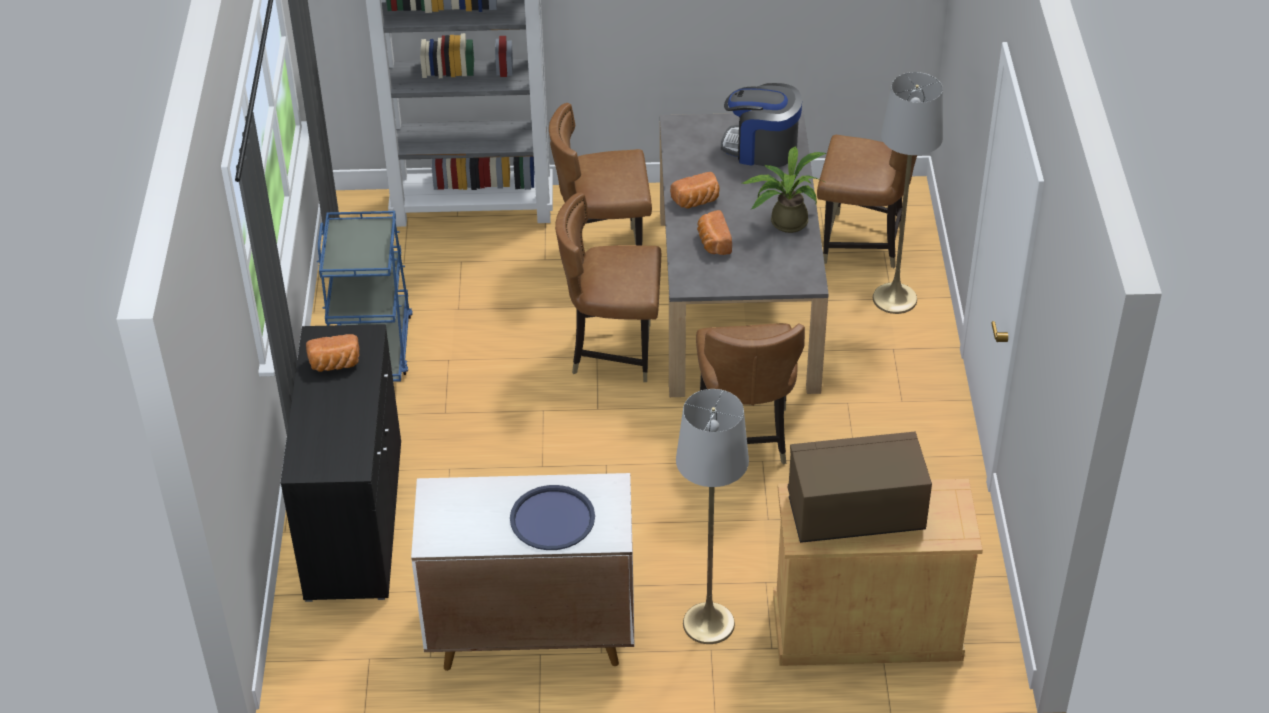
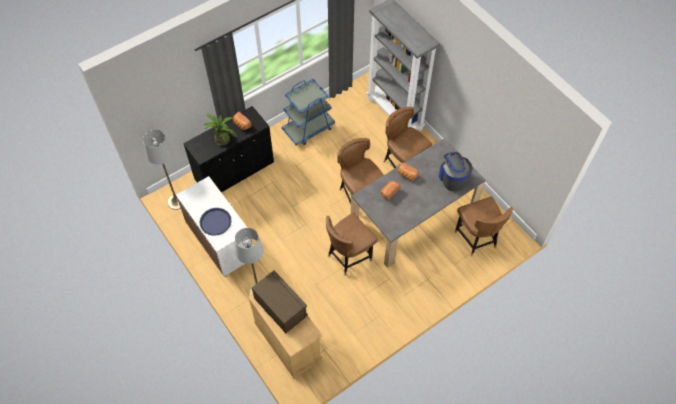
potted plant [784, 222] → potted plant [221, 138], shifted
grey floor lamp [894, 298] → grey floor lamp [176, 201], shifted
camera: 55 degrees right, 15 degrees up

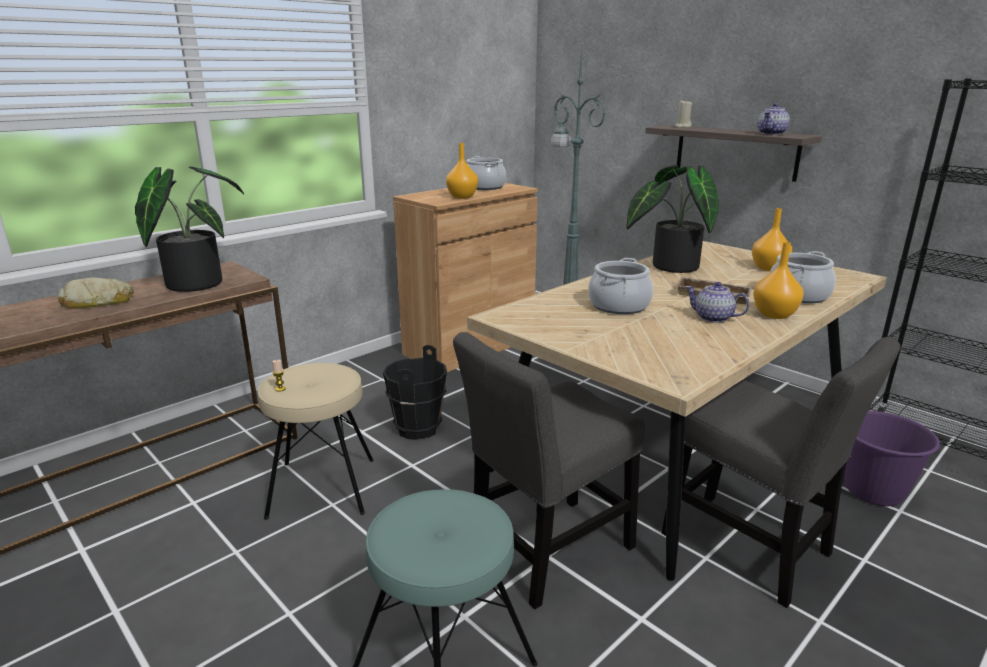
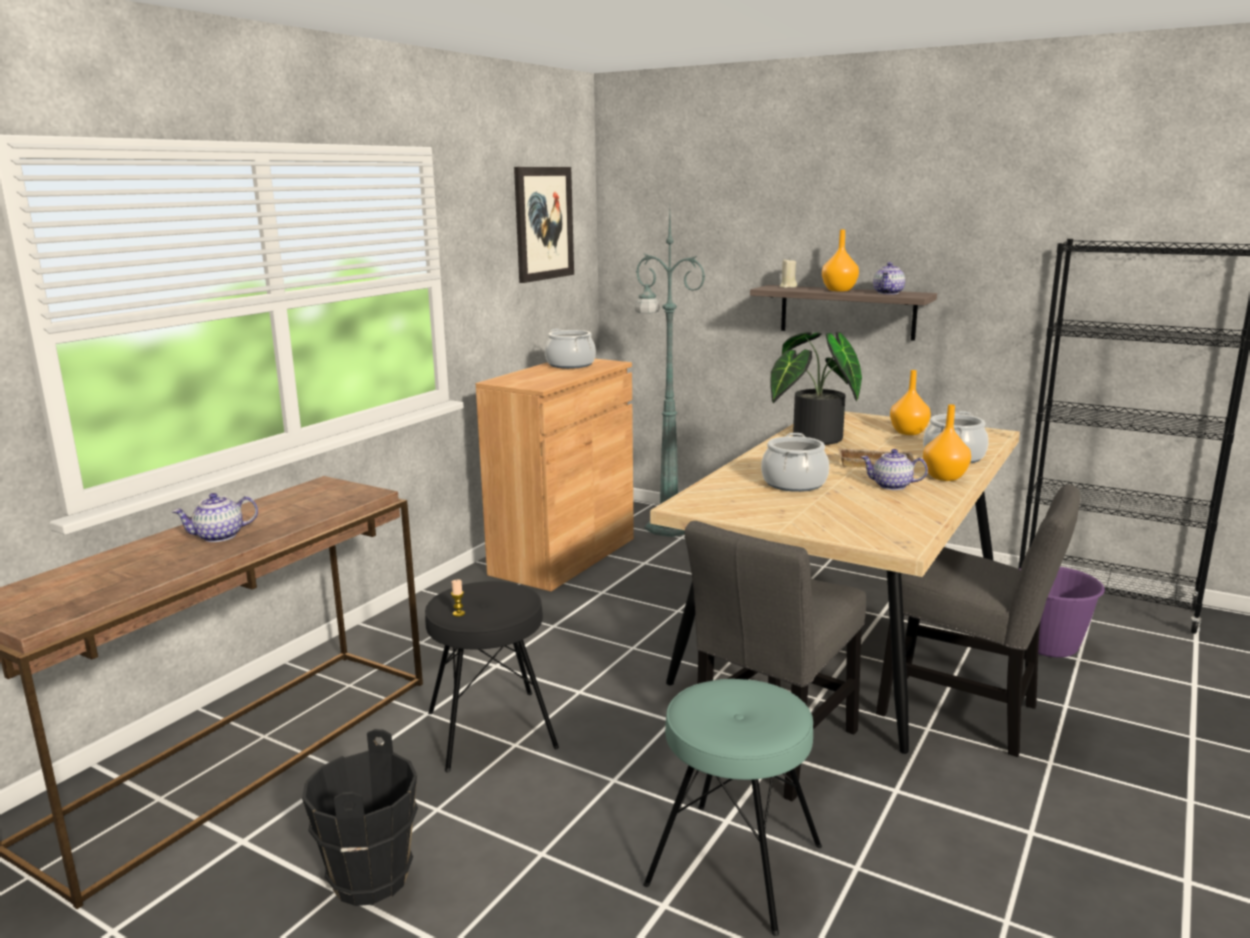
potted plant [194, 282] → -
- → picture [543, 223]
black bucket [417, 428] → black bucket [369, 879], shifted
orange vase [461, 197] → orange vase [838, 290], shifted
bread [97, 302] → teapot [219, 536]
beige stool [322, 487] → black stool [491, 730]
camera: 15 degrees left, 5 degrees down

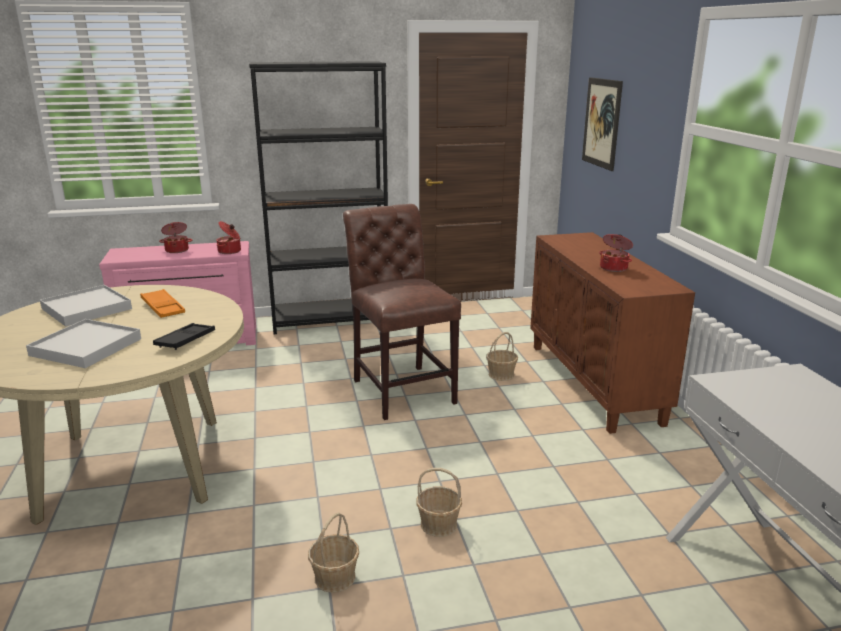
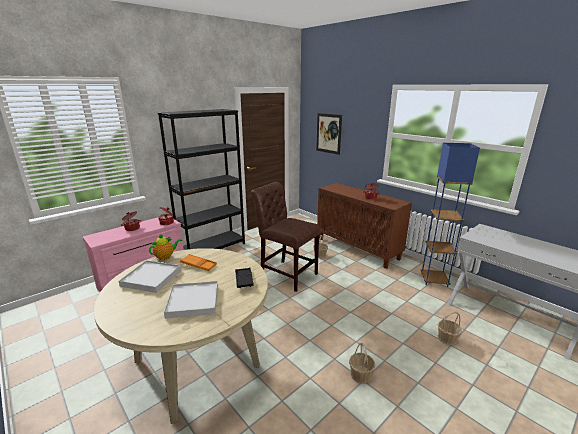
- → teapot [166, 257]
- → blue floor lamp [434, 280]
basket [439, 524] → basket [447, 338], shifted
camera: 30 degrees left, 0 degrees up

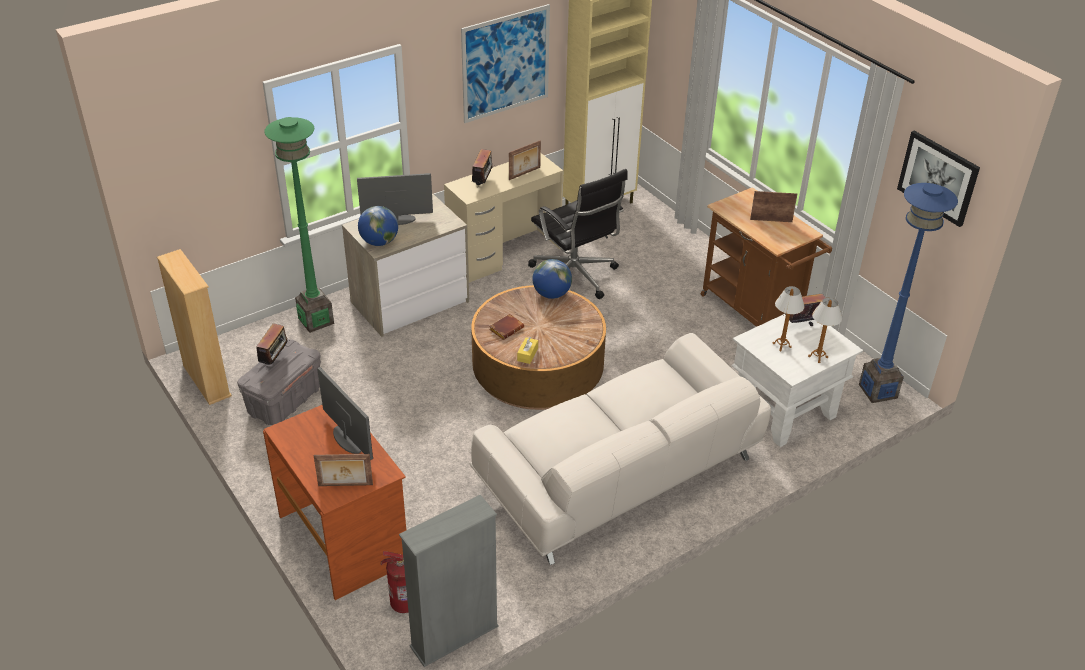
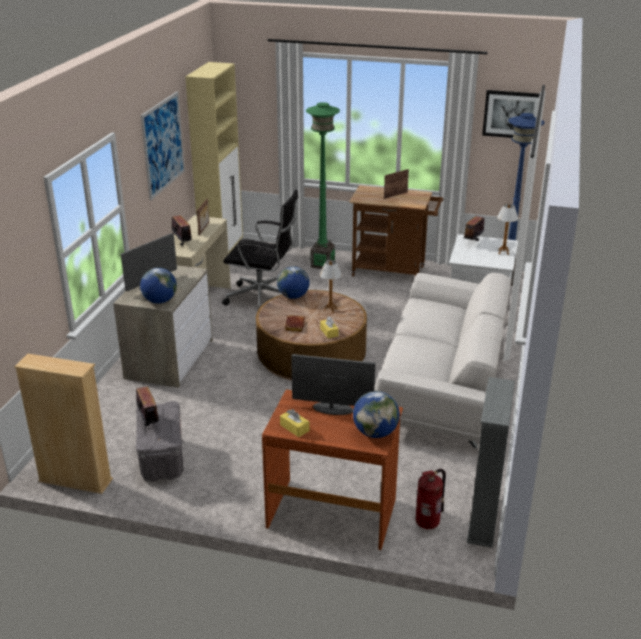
- → yellow tissue box [294, 428]
green floor lamp [316, 321] → green floor lamp [322, 264], shifted
table lamp [781, 345] → table lamp [330, 310], shifted
picture frame [345, 486] → globe [375, 433]
camera: 40 degrees left, 10 degrees down

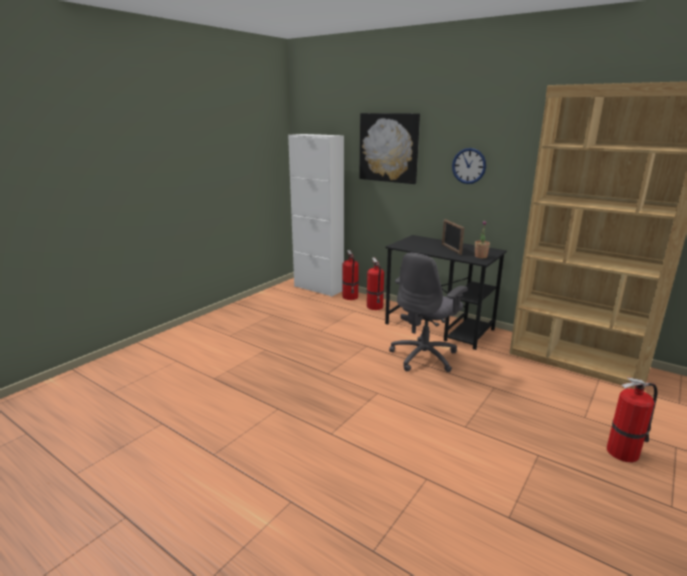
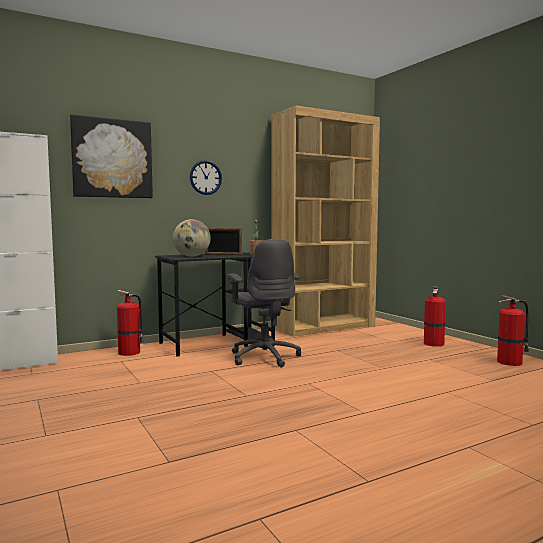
- → globe [192, 256]
fire extinguisher [350, 297] → fire extinguisher [511, 362], shifted
camera: 65 degrees left, 15 degrees down

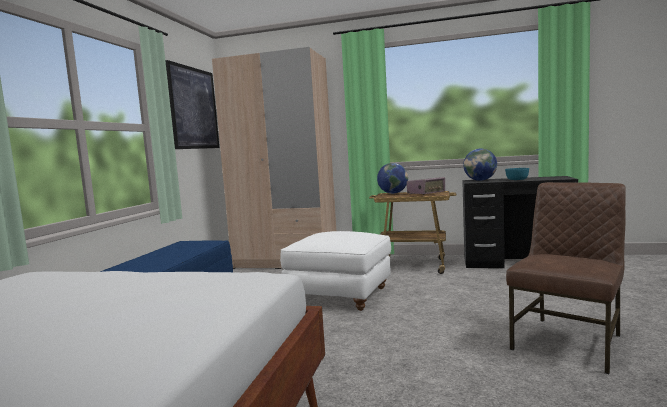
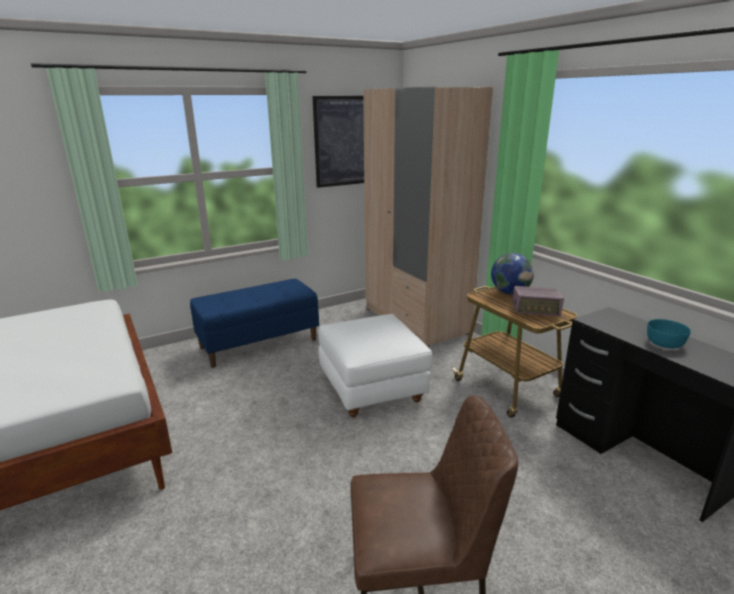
globe [480, 180] → -
camera: 45 degrees right, 15 degrees up

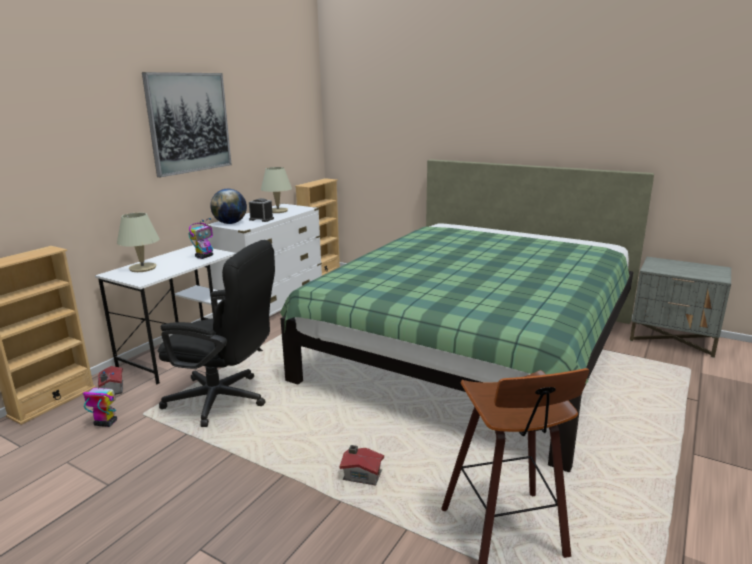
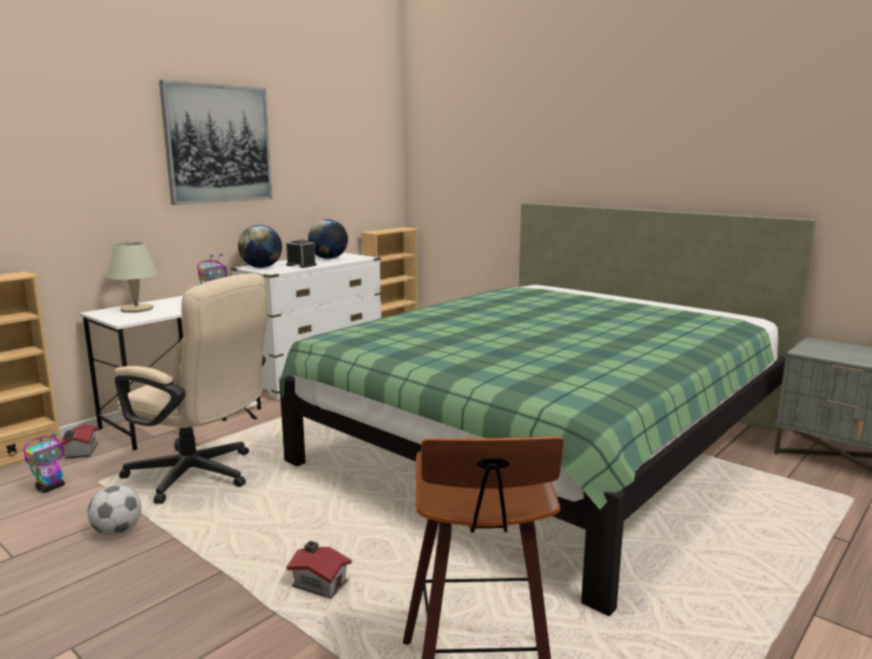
- → football [117, 531]
beige table lamp [278, 211] → globe [329, 258]
black office chair [225, 400] → beige office chair [201, 476]
toy robot [105, 423] → toy robot [51, 487], 105 degrees clockwise
camera: 10 degrees right, 5 degrees down

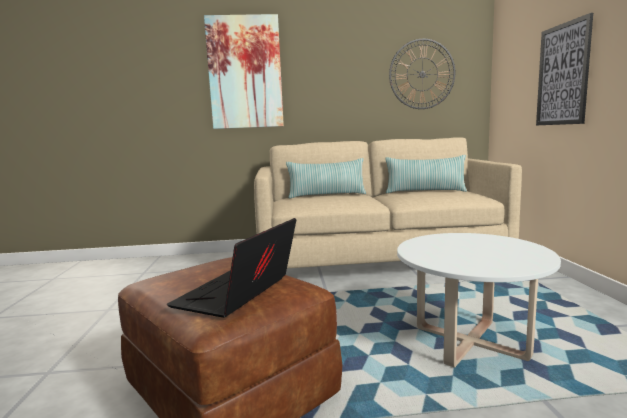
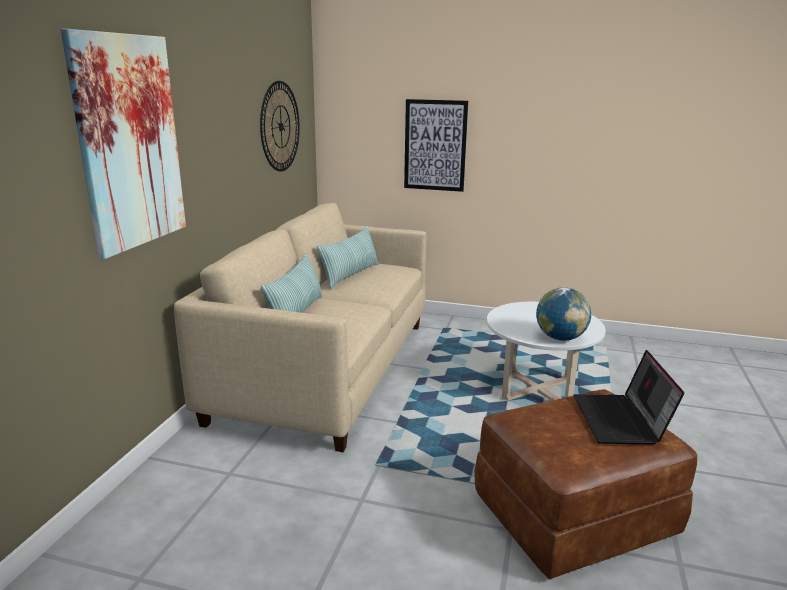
- → globe [560, 338]
laptop [237, 294] → laptop [621, 421], 45 degrees clockwise
camera: 70 degrees left, 10 degrees up

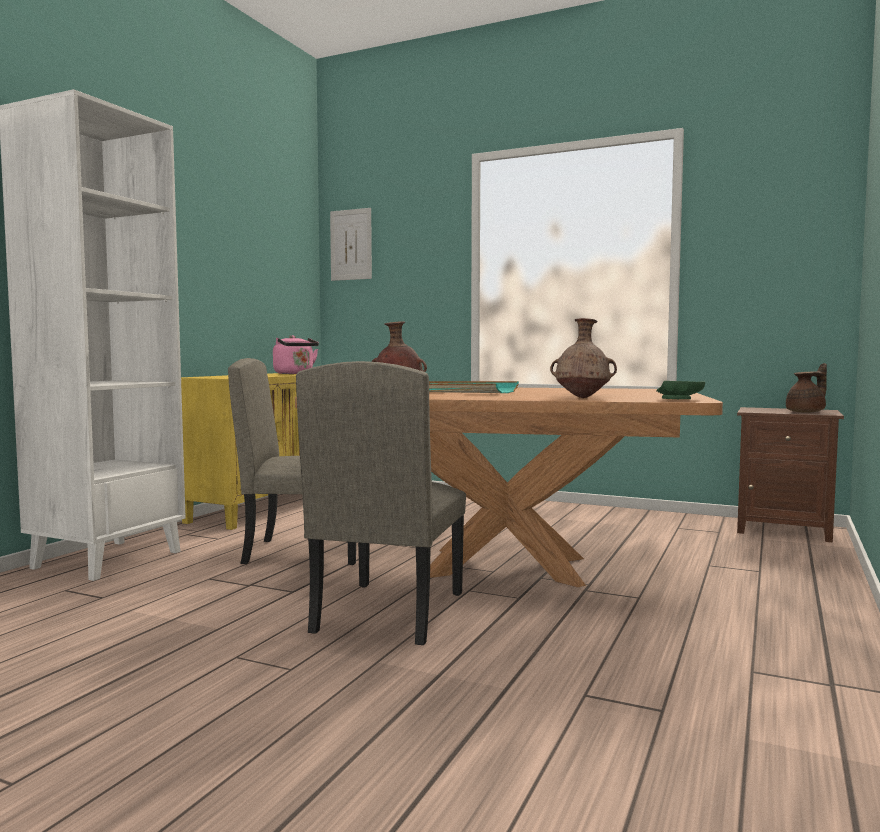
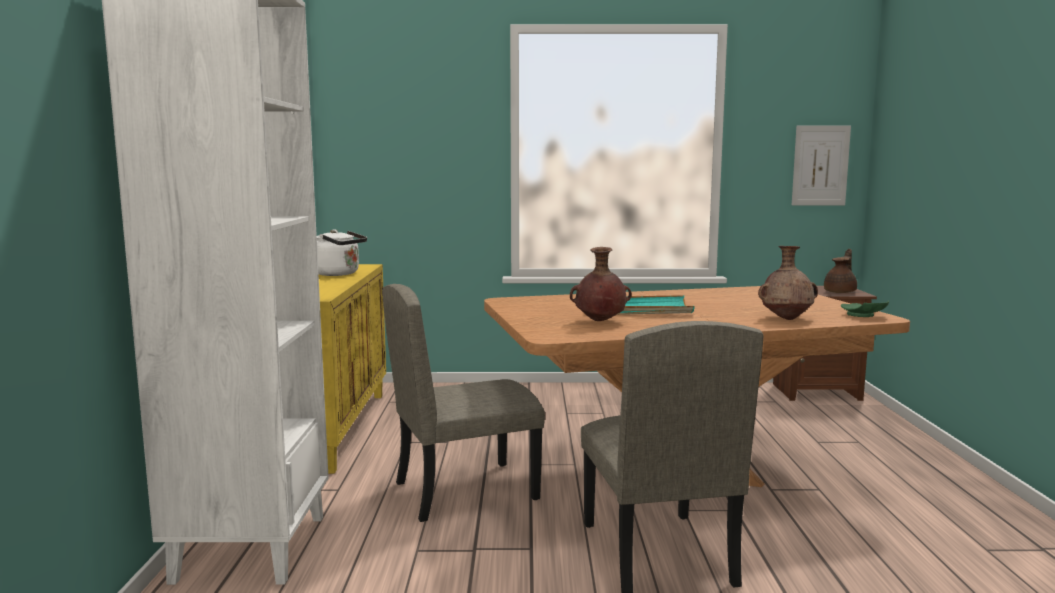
picture [351, 244] → picture [820, 165], shifted
pink kettle [295, 373] → white kettle [339, 274]
camera: 25 degrees left, 5 degrees up

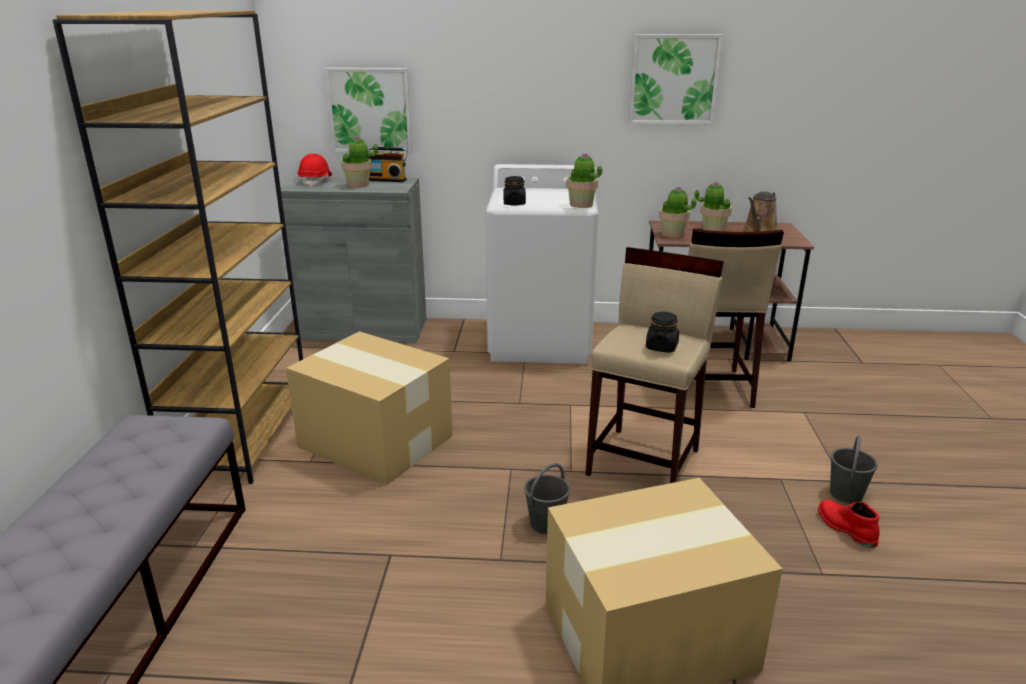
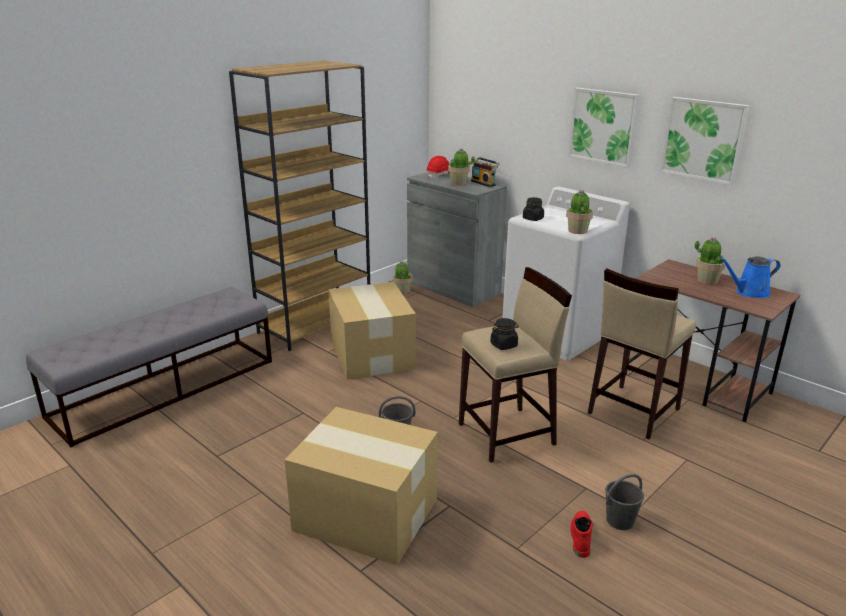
picture [370, 110] → picture [603, 126], shifted
potted plant [672, 234] → potted plant [402, 291], shifted
brown watering can [759, 231] → blue watering can [749, 292]
camera: 40 degrees right, 0 degrees up

